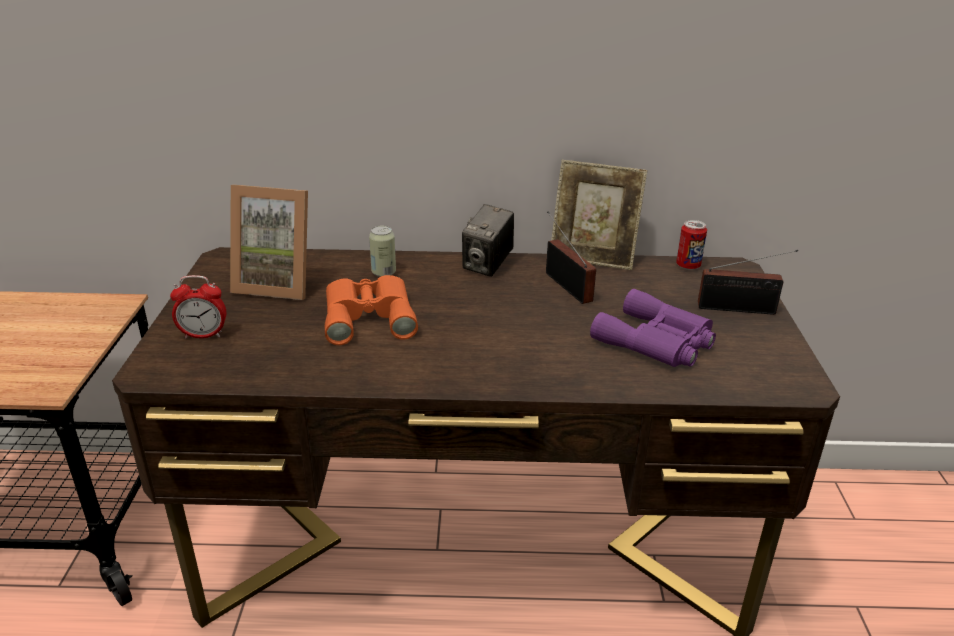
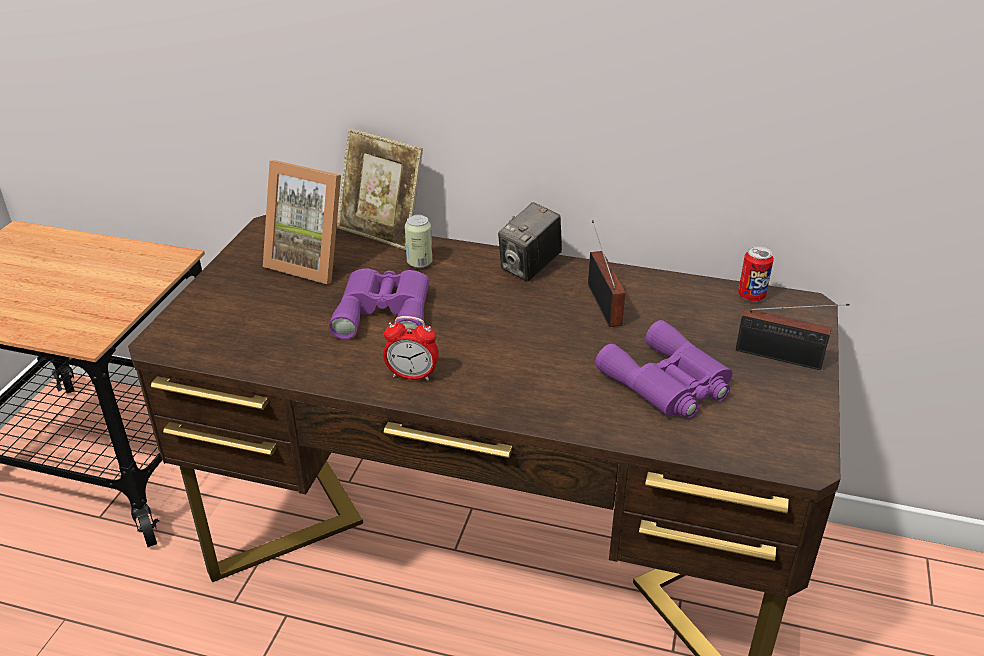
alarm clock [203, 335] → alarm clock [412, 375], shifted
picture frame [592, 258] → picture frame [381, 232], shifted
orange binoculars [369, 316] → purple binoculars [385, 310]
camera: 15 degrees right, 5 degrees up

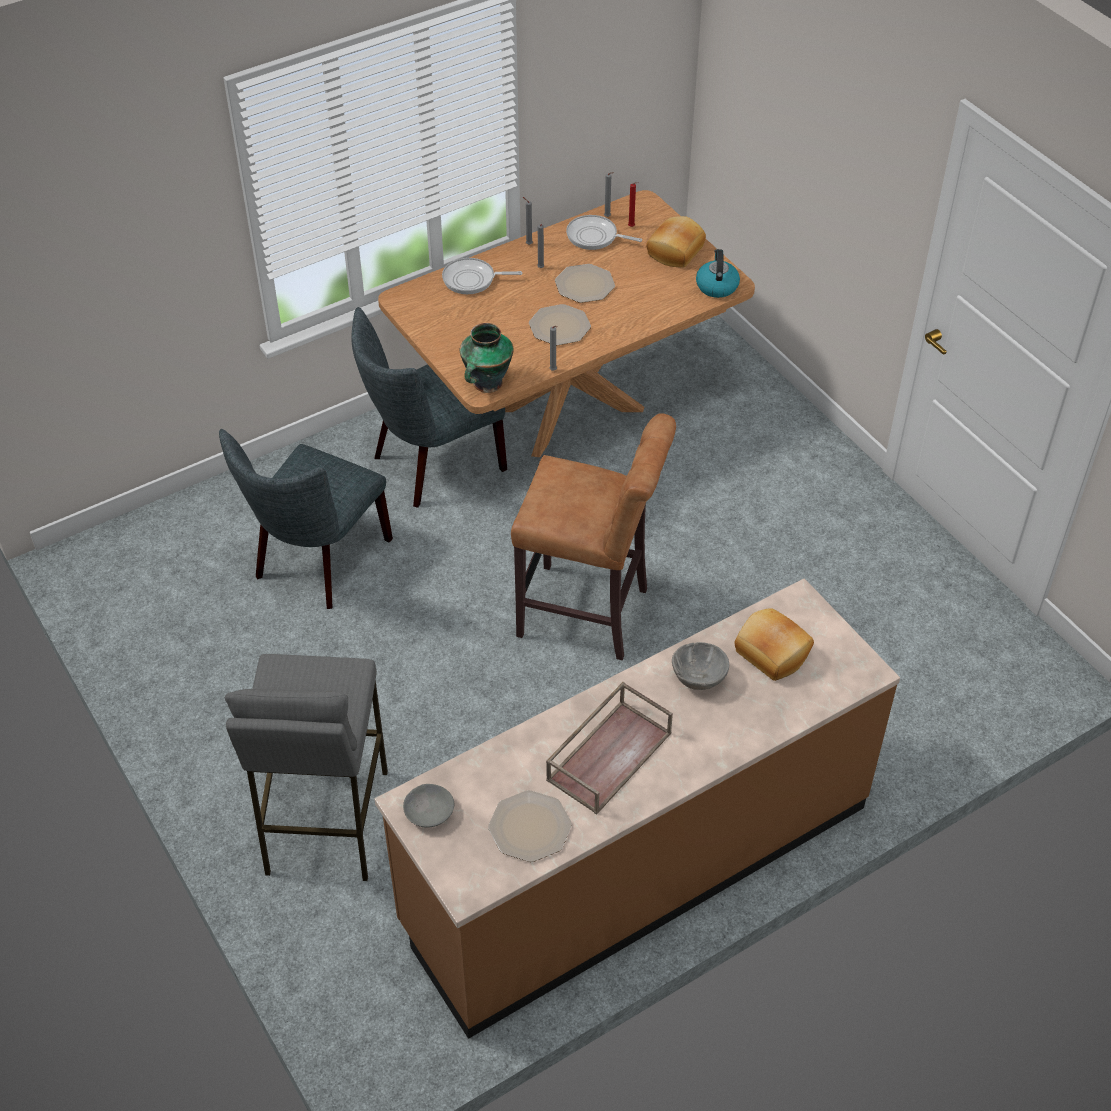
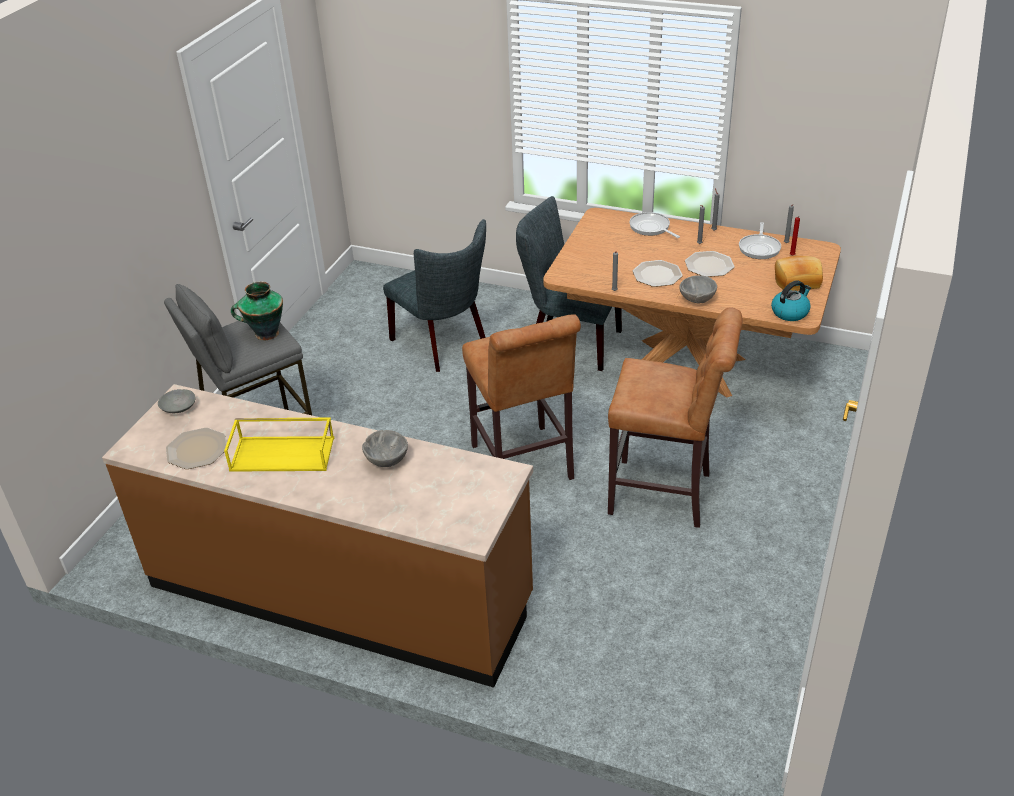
bread [771, 653] → -
- → brown stool [666, 495]
- → grey bowl [697, 300]
vase [486, 384] → vase [265, 333], shifted
brown tray [609, 755] → yellow tray [283, 453]
grey chair [317, 563] → grey chair [444, 345], 120 degrees counterclockwise
frying pan [595, 237] → frying pan [759, 248], 150 degrees counterclockwise
camera: 55 degrees right, 10 degrees down

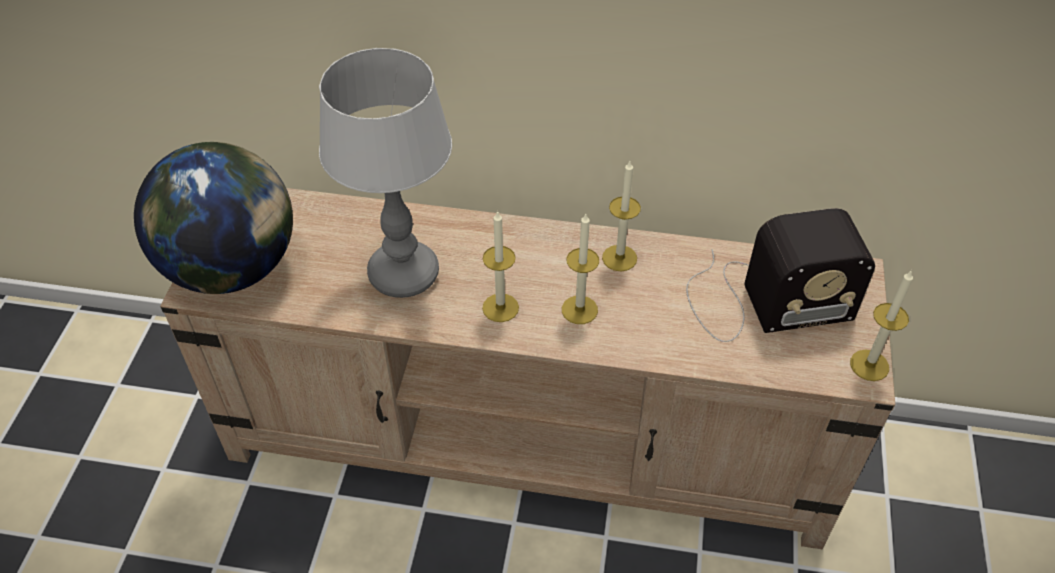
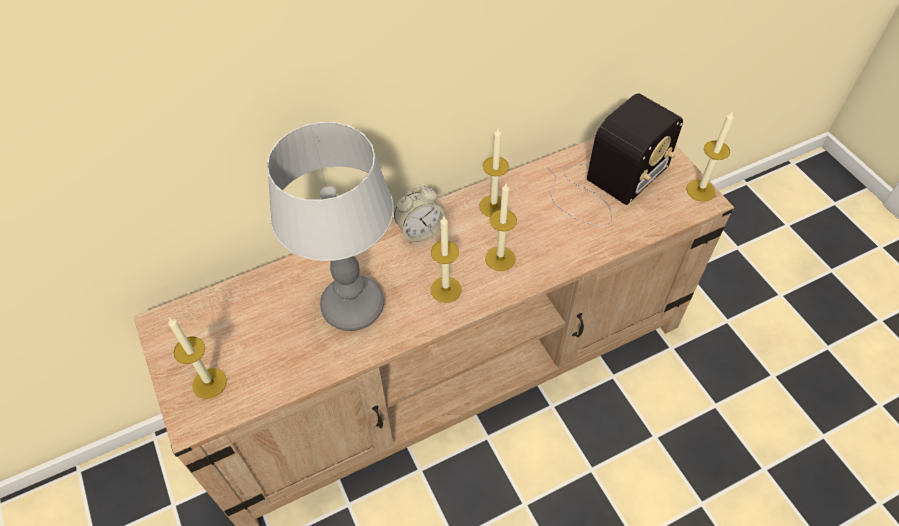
- → alarm clock [420, 231]
globe [233, 268] → candle [209, 383]
camera: 35 degrees left, 5 degrees up

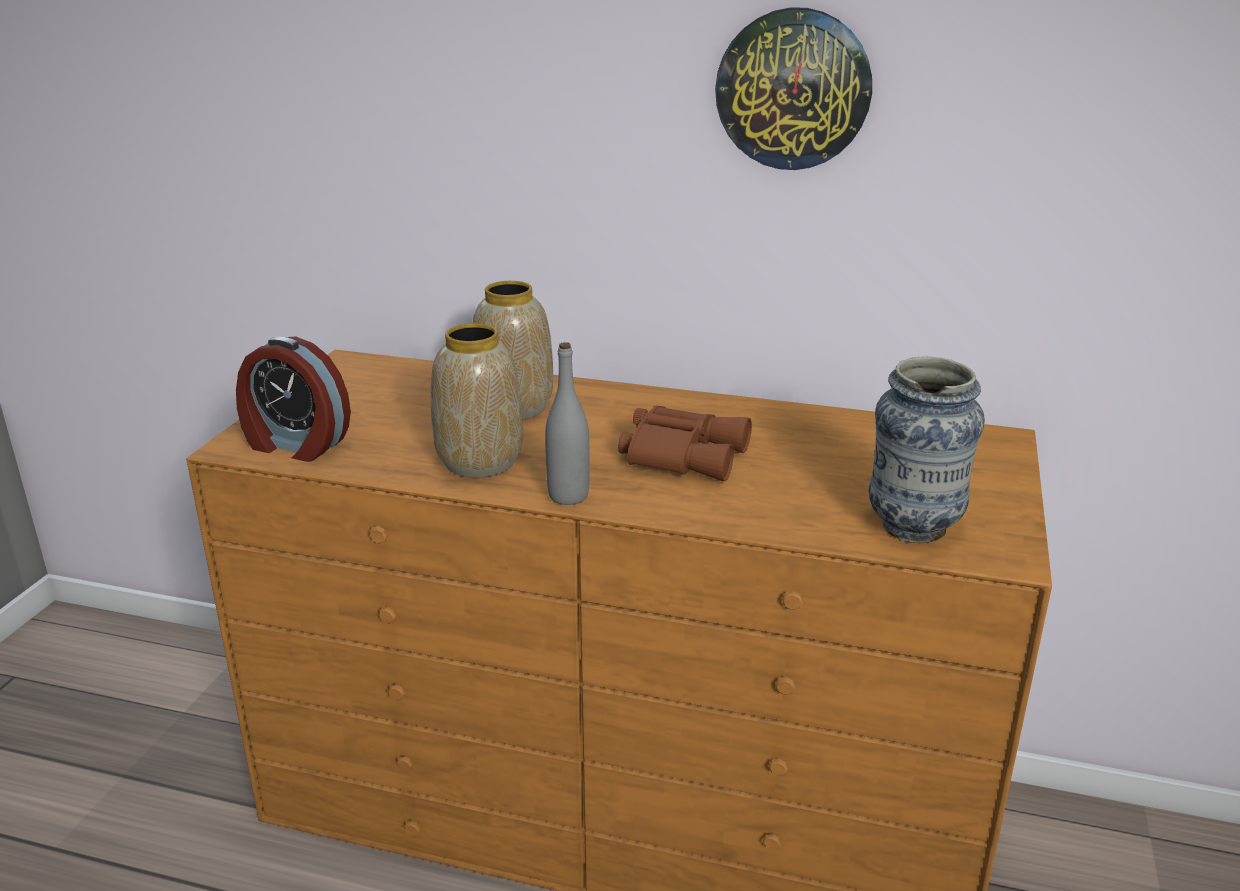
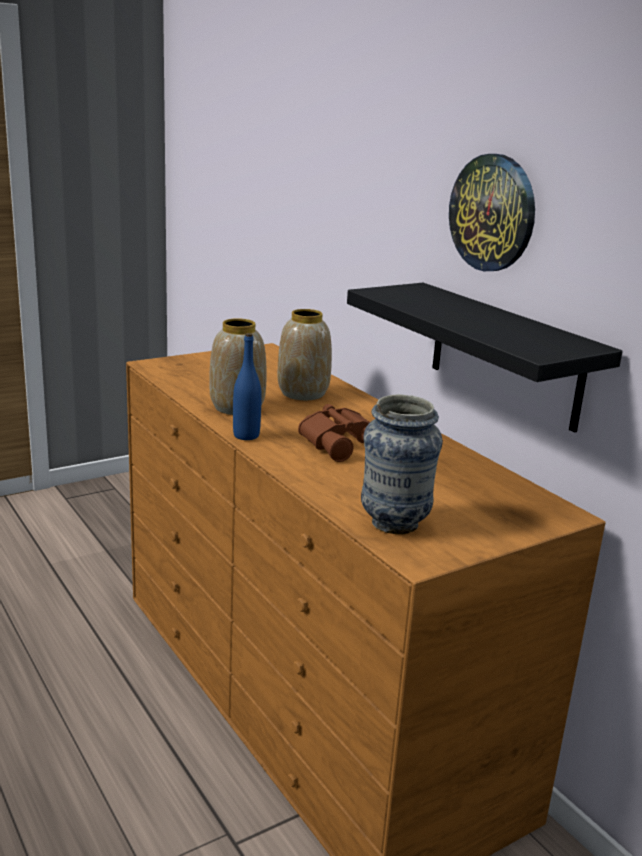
alarm clock [295, 445] → -
- → black shelf [505, 355]
grey bottle [568, 496] → blue bottle [246, 435]
camera: 40 degrees right, 5 degrees down

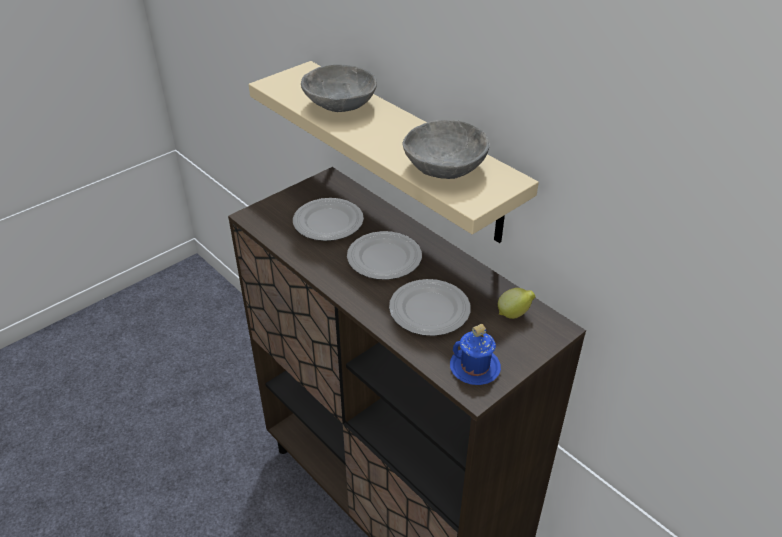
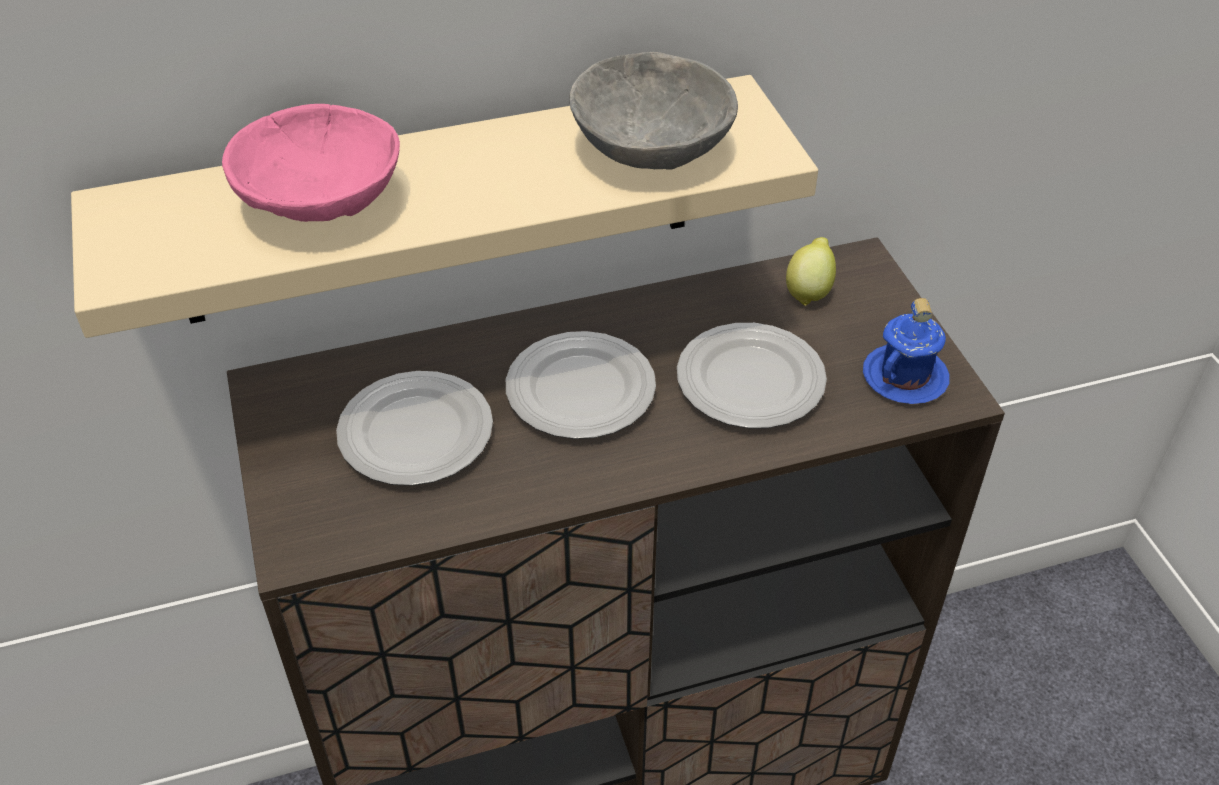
grey bowl [339, 106] → pink bowl [320, 205]
camera: 65 degrees left, 5 degrees up

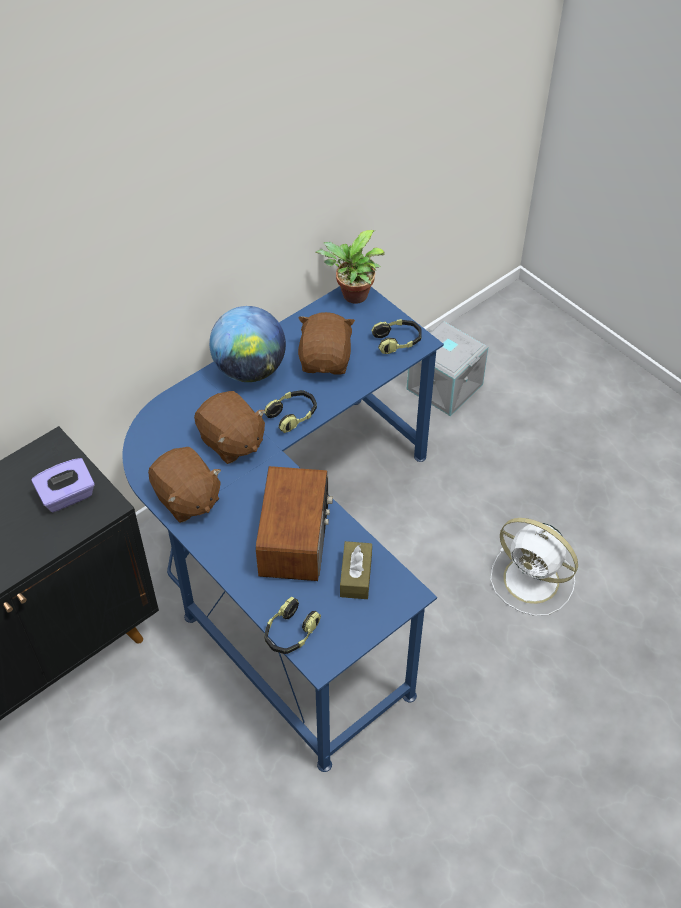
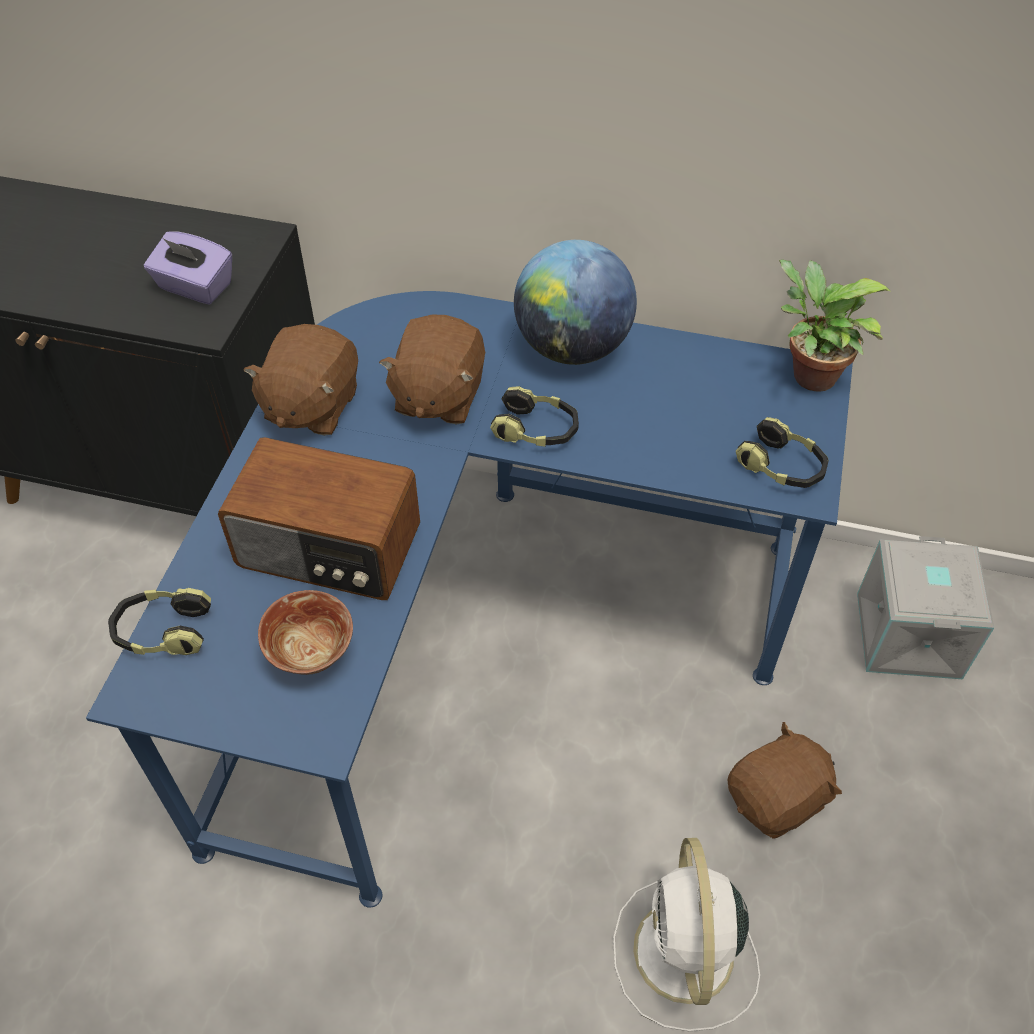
brown plush toy [326, 360] → brown plush toy [777, 799], shifted
brown tissue box [356, 576] → bowl [312, 654]
radio [296, 538] → radio [329, 549], 45 degrees clockwise
camera: 55 degrees right, 0 degrees up

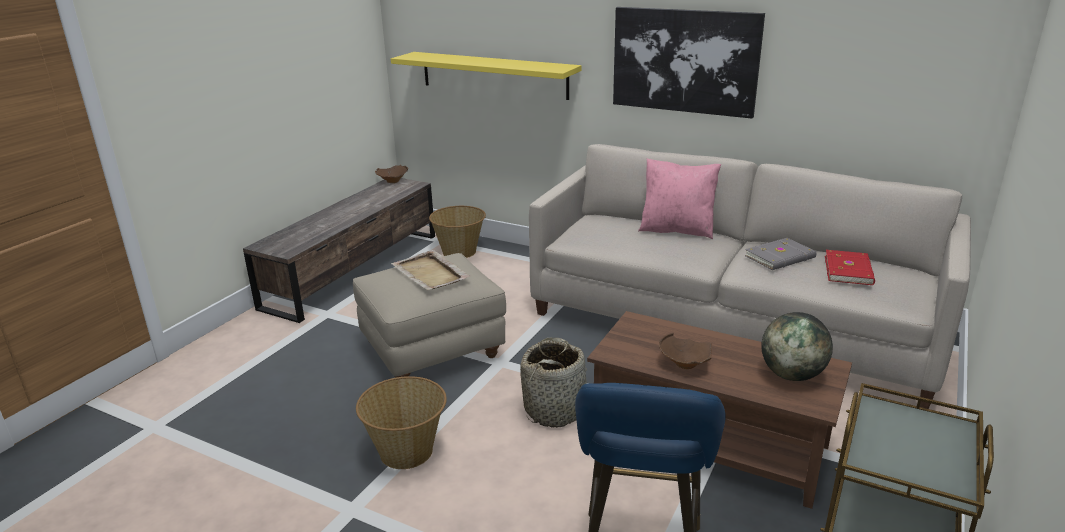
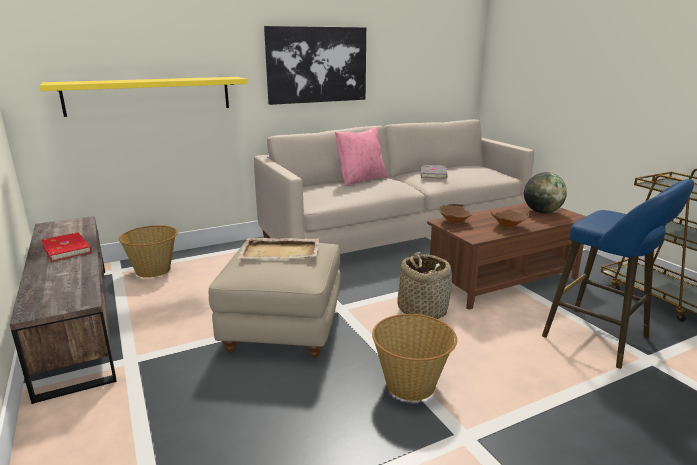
brown bowl [392, 181] → brown bowl [453, 222], shifted
red book [849, 270] → red book [67, 248], shifted
camera: 55 degrees left, 5 degrees down

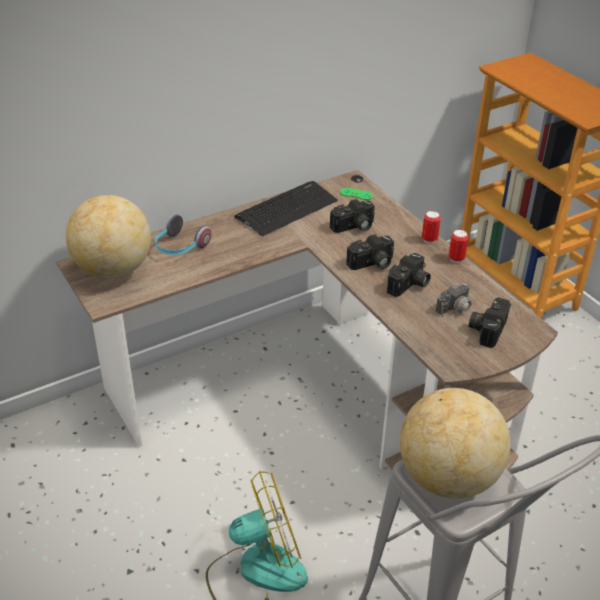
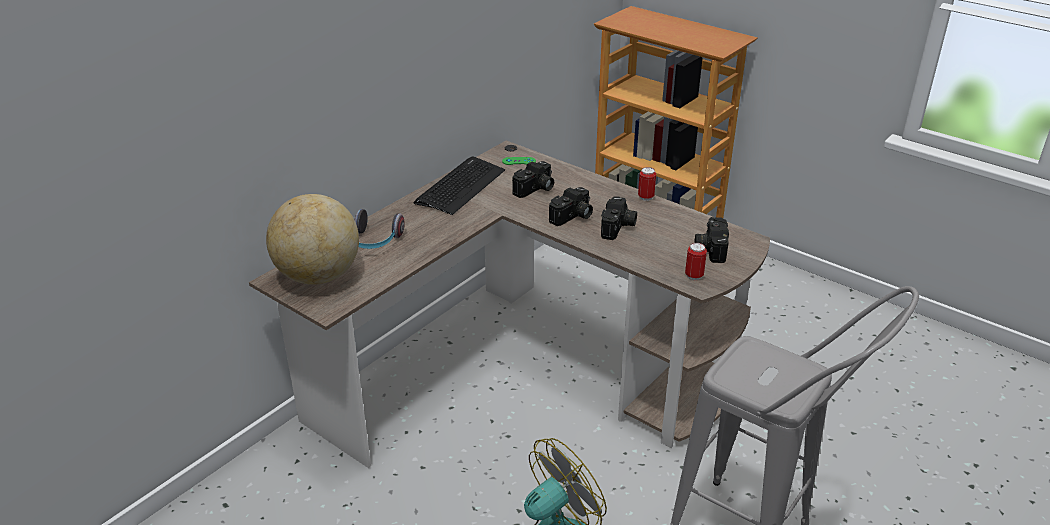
globe [447, 478] → -
photo camera [459, 307] → -
can [429, 239] → can [694, 276], shifted
camera: 20 degrees left, 5 degrees down

